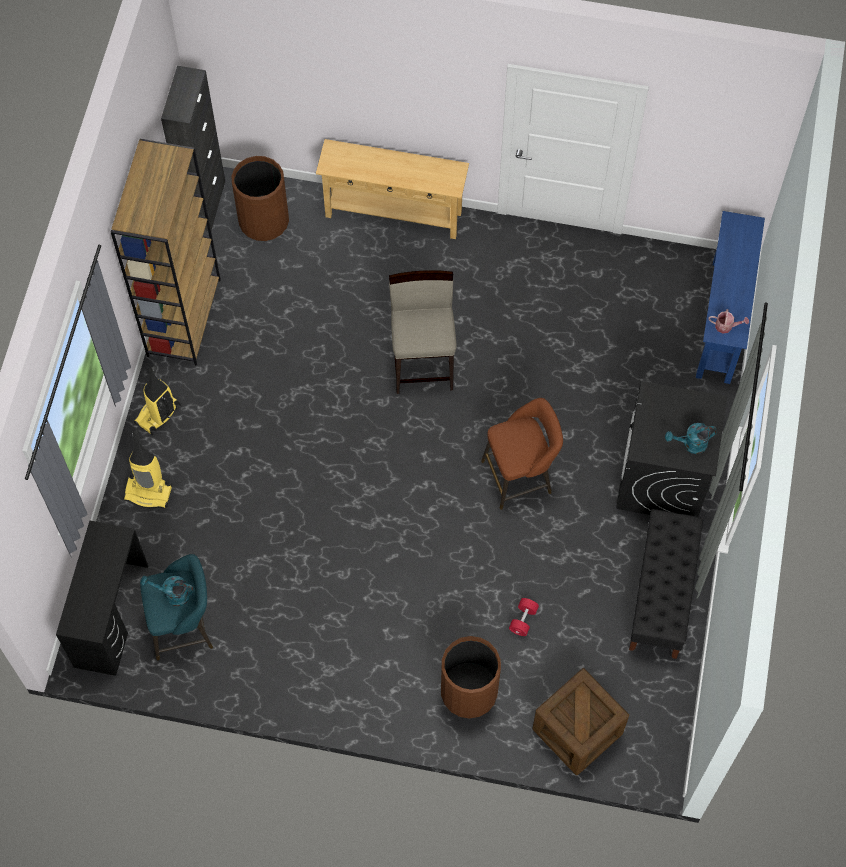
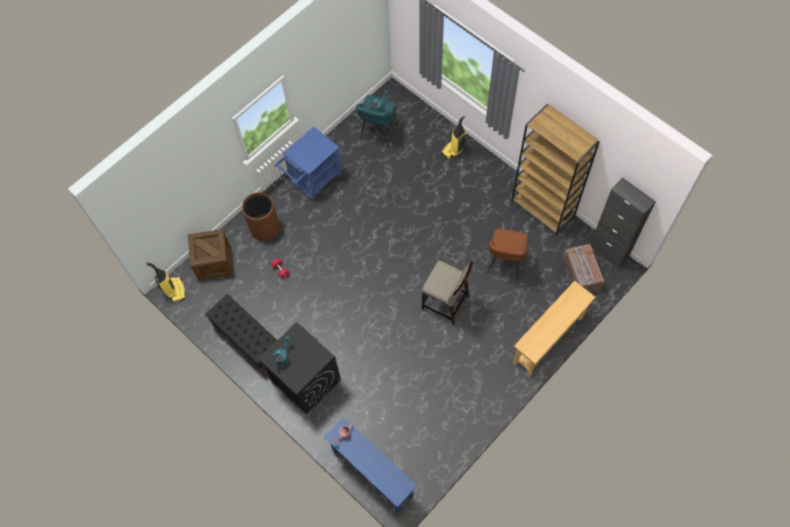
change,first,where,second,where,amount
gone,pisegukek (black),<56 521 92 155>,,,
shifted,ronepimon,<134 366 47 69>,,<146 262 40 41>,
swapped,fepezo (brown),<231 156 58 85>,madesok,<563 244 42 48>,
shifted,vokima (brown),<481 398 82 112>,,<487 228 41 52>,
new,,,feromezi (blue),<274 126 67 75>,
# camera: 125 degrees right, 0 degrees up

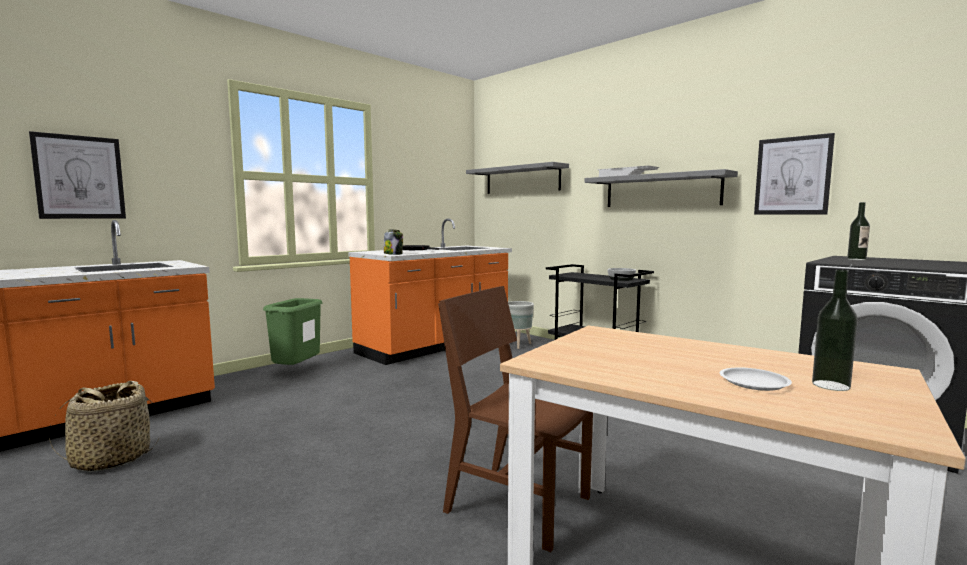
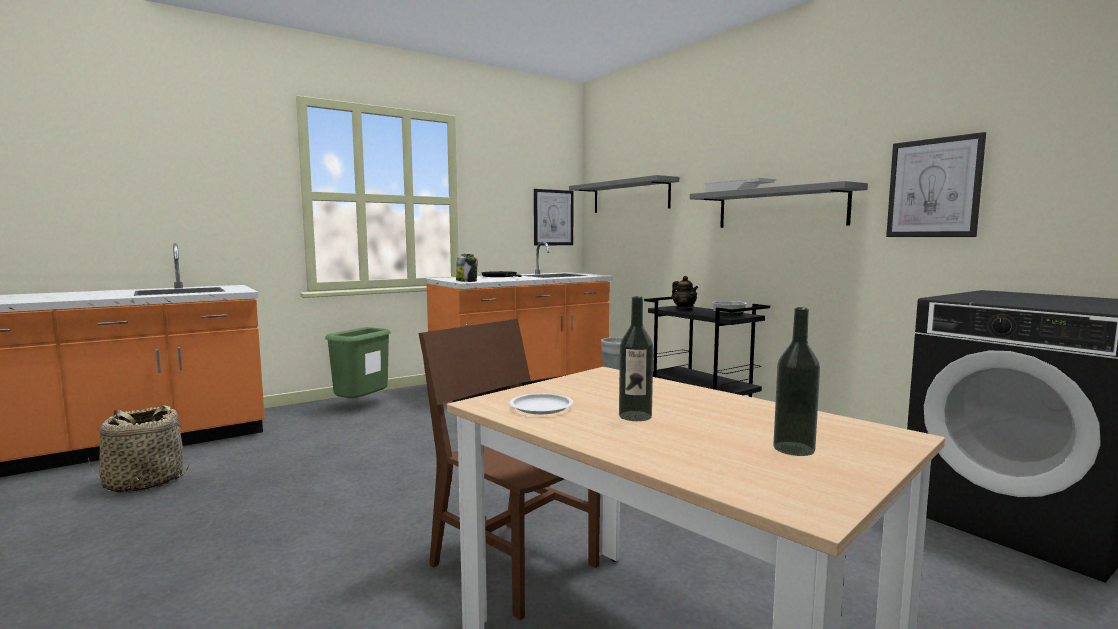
change,first,where,second,where,amount
shifted,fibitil,<29 131 97 88>,,<534 189 39 57>,
shifted,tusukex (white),<720 368 72 23>,,<510 393 63 21>,
shifted,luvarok,<847 202 23 58>,,<619 296 34 125>,
new,,,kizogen,<672 276 26 35>,
# camera: 10 degrees right, 0 degrees up

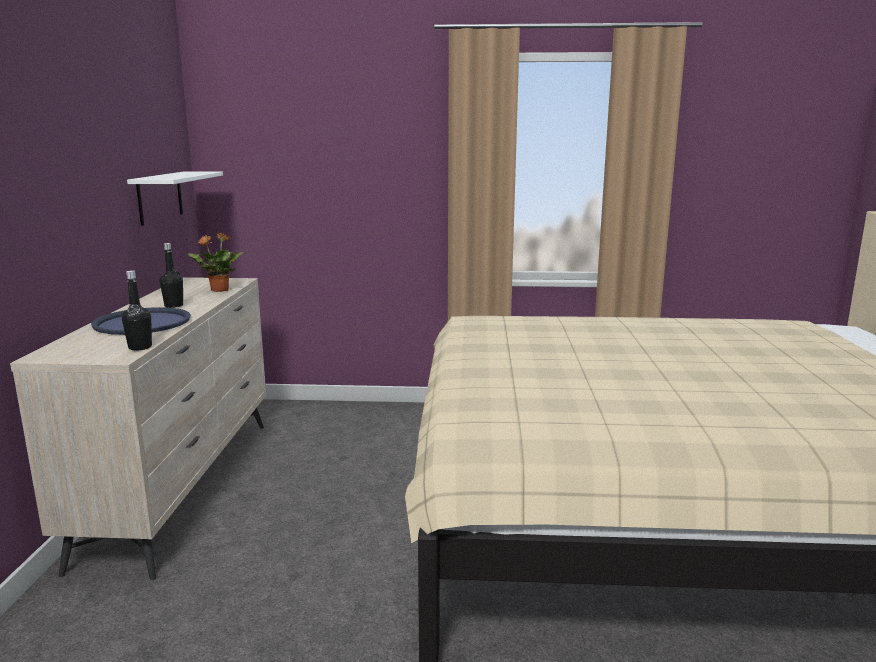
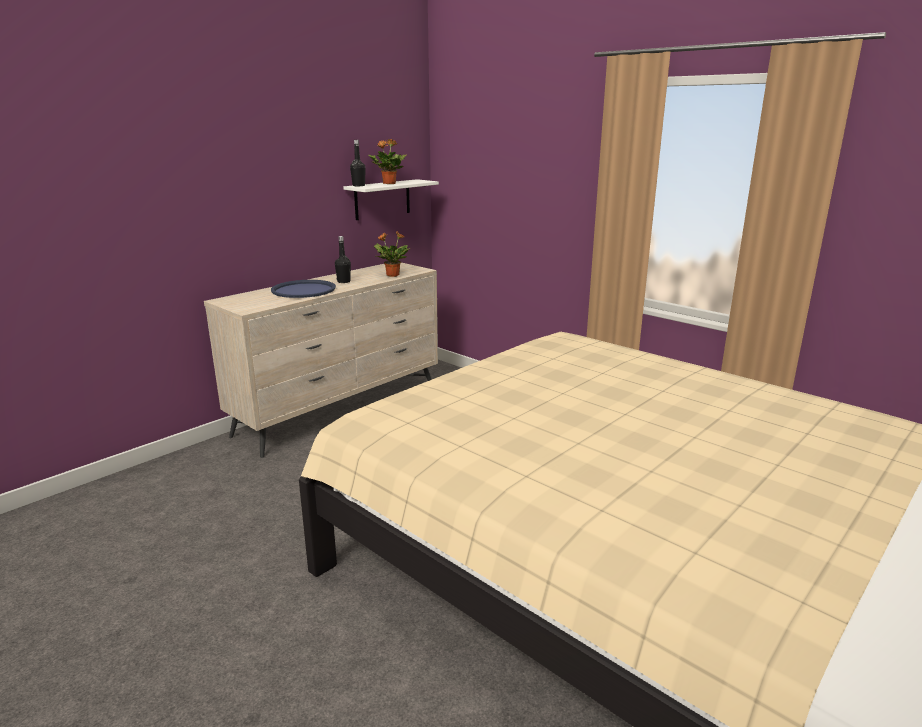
change,first,where,second,where,amount
shifted,luvarok (black),<122 270 30 80>,,<350 140 16 46>,
new,,,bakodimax,<368 139 38 45>,
# camera: 40 degrees right, 5 degrees up

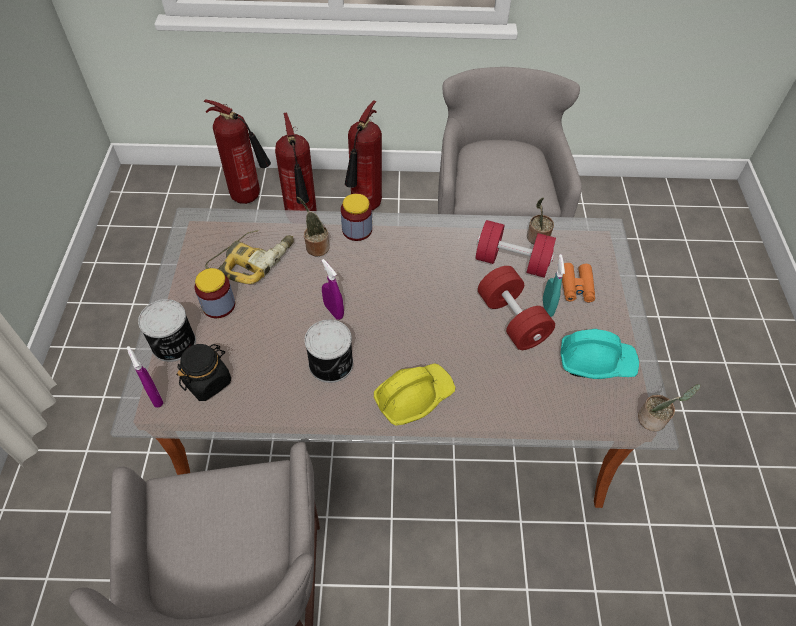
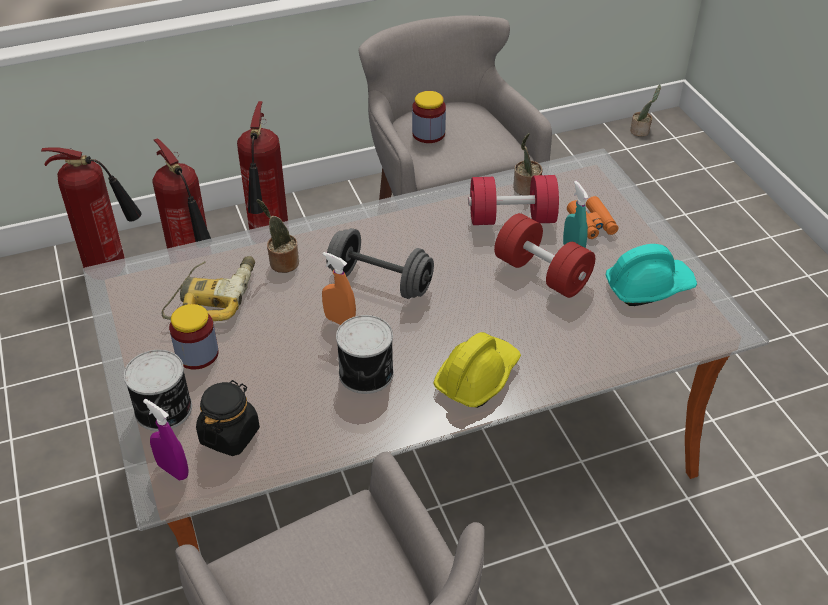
change,first,where,second,where,amount
repainted,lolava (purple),<321 259 23 61>,lolava (orange),<322 252 34 73>,
shifted,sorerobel,<341 194 31 47>,,<412 91 34 52>,
shifted,bakodimax,<638 384 62 47>,,<630 85 31 52>,
new,,,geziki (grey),<326 228 108 71>,
# camera: 20 degrees left, 10 degrees down

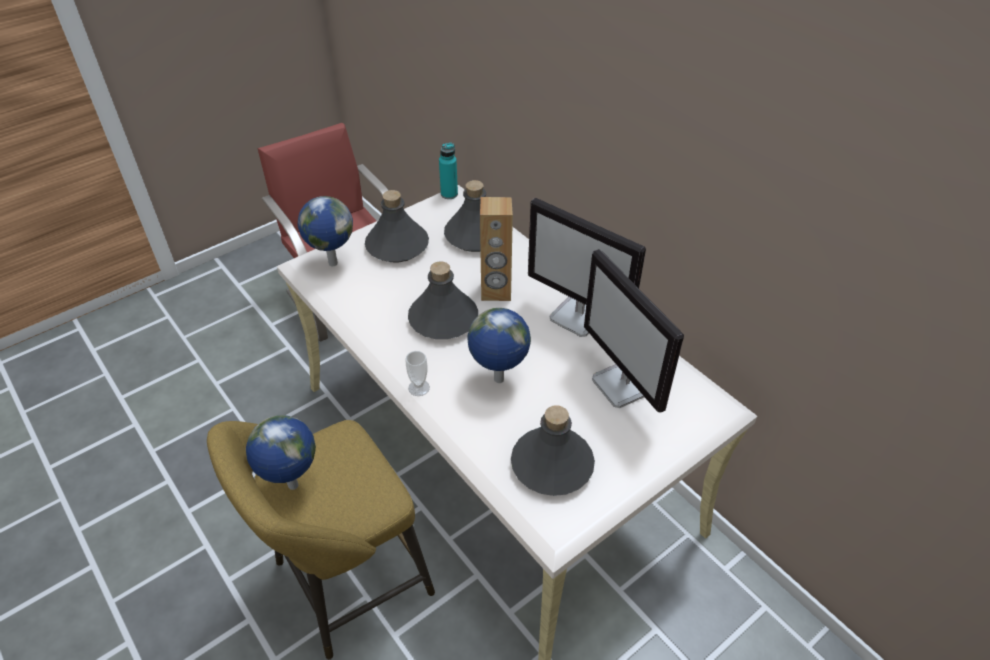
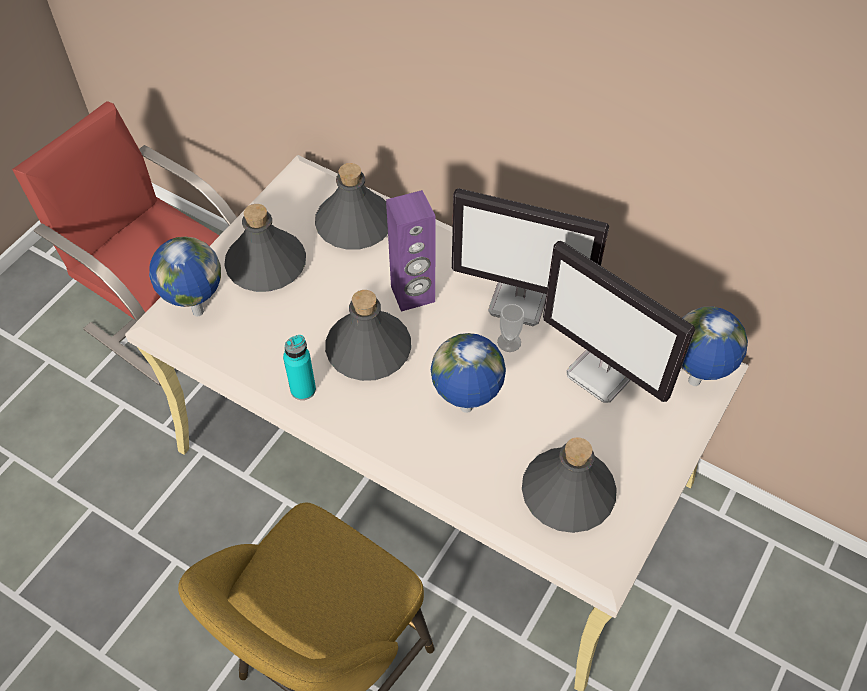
change,first,where,second,where,amount
shifted,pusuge,<246 415 70 75>,,<681 307 67 79>,
shifted,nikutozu,<405 351 25 45>,,<497 304 27 48>,
shifted,luvarok (turquoise),<439 143 19 56>,,<283 335 33 65>,
repainted,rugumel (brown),<480 197 33 104>,rugumel (purple),<386 190 49 122>,
# camera: 20 degrees left, 10 degrees up

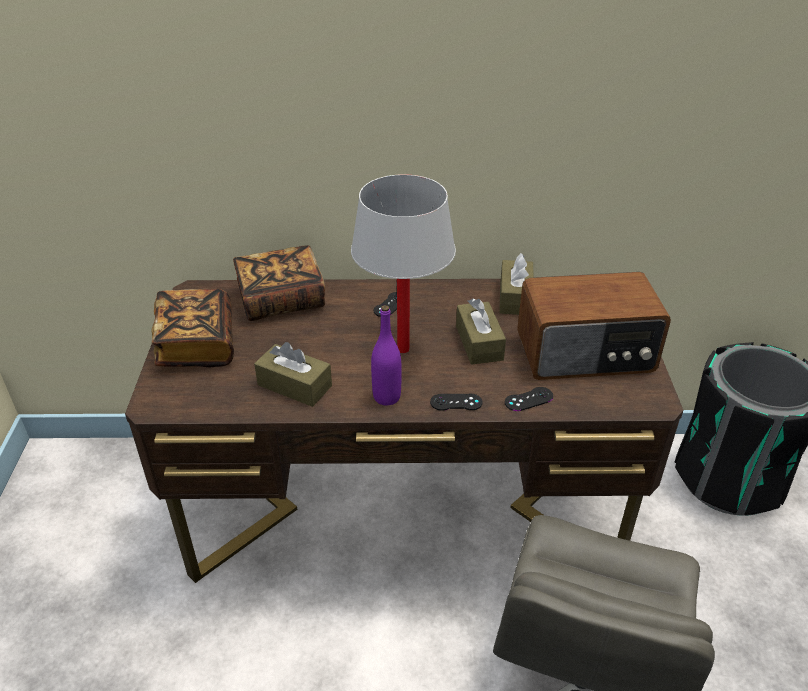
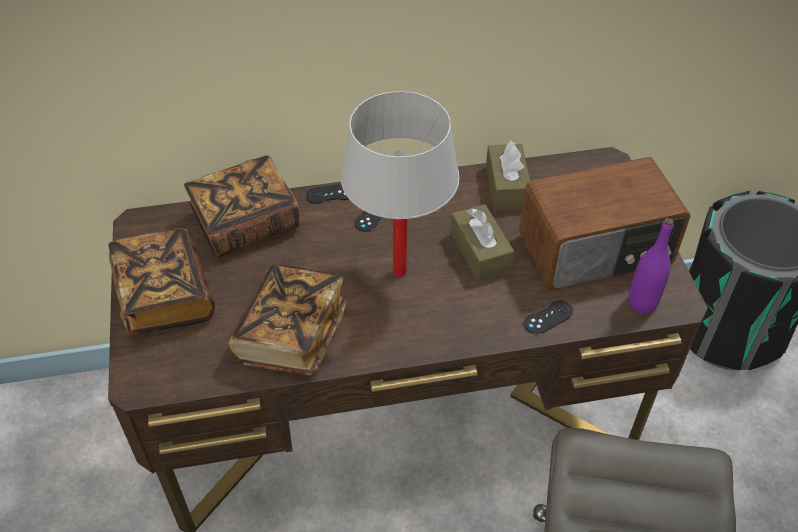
change,first,where,second,where,amount
swapped,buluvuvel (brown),<254 342 78 65>,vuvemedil,<228 264 119 112>,
shifted,luvarok (purple),<371 305 31 100>,,<628 218 46 96>,
shifted,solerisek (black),<430 394 53 17>,,<306 184 43 20>,
# camera: 10 degrees left, 10 degrees up

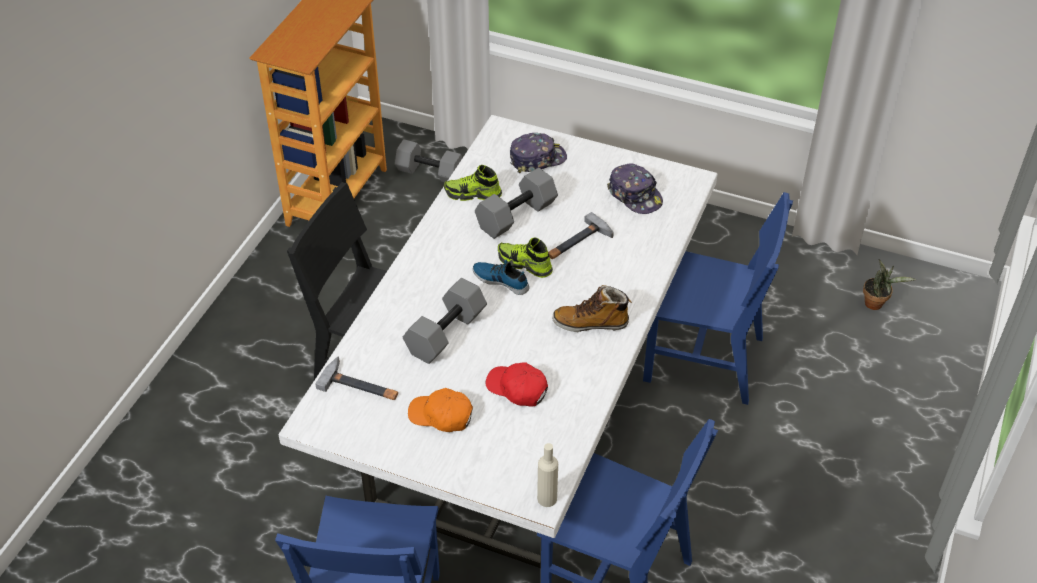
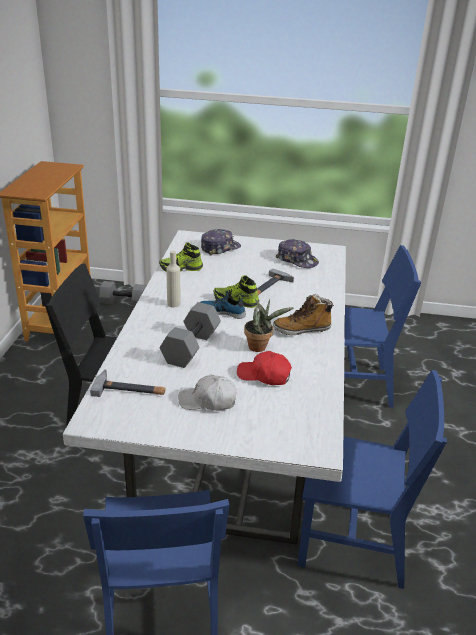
change,first,where,second,where,amount
repainted,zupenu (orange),<408 388 65 44>,zupenu (white),<178 374 59 37>,
gone,geziki (grey),<475 168 83 71>,,,
shifted,luvarok (beige),<537 443 21 64>,,<166 251 15 57>,
shifted,bakodimax,<863 259 53 51>,,<244 299 50 53>,
# camera: 15 degrees left, 15 degrees down

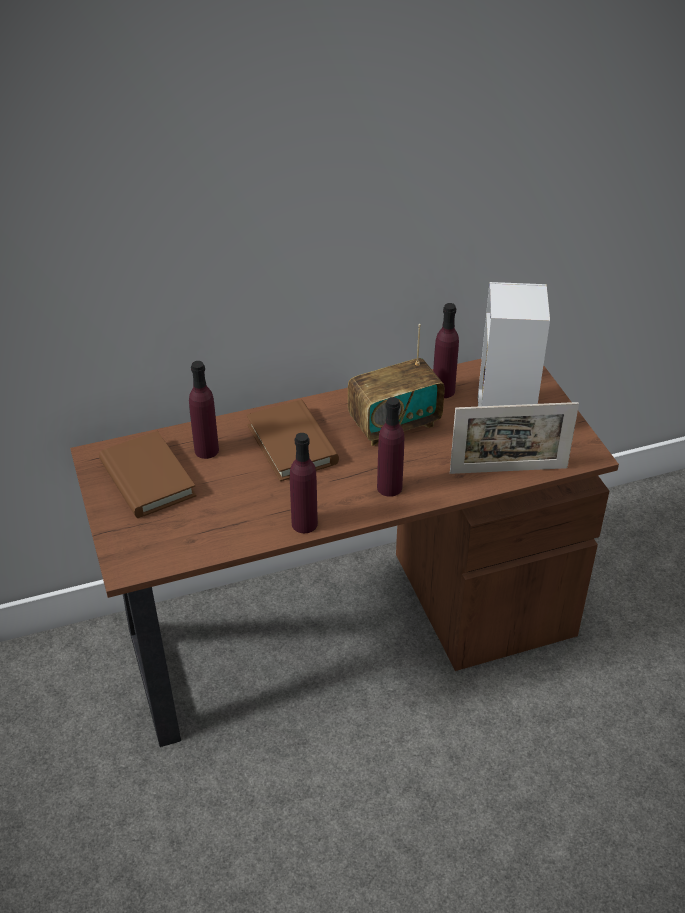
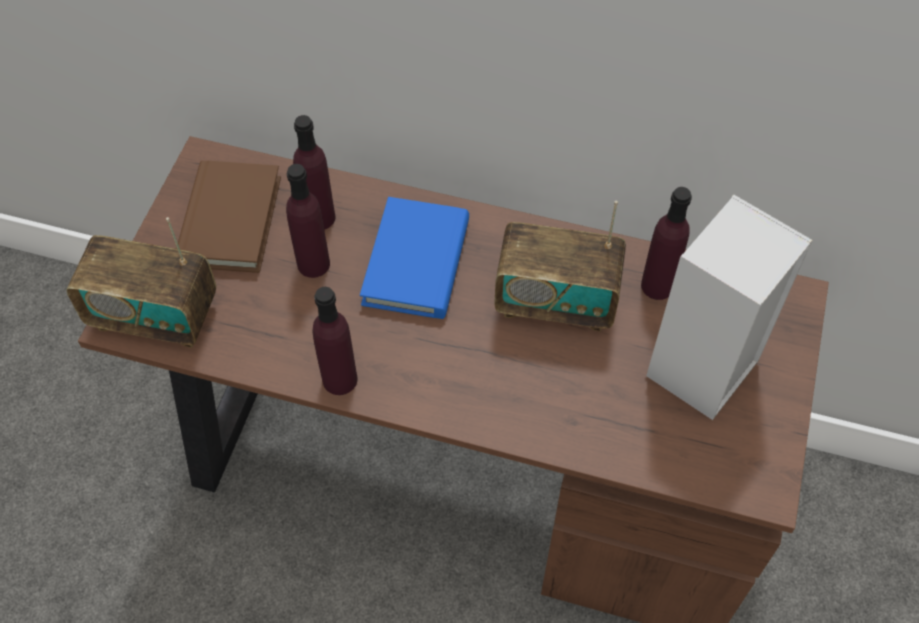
change,first,where,second,where,amount
repainted,vuvemedil (brown),<247 400 92 81>,vuvemedil (blue),<360 197 109 122>,
shifted,luvarok (purple),<377 397 27 100>,,<286 164 44 114>,
gone,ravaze,<450 402 129 72>,,,
new,,,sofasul,<67 217 149 131>,
# camera: 35 degrees right, 15 degrees up

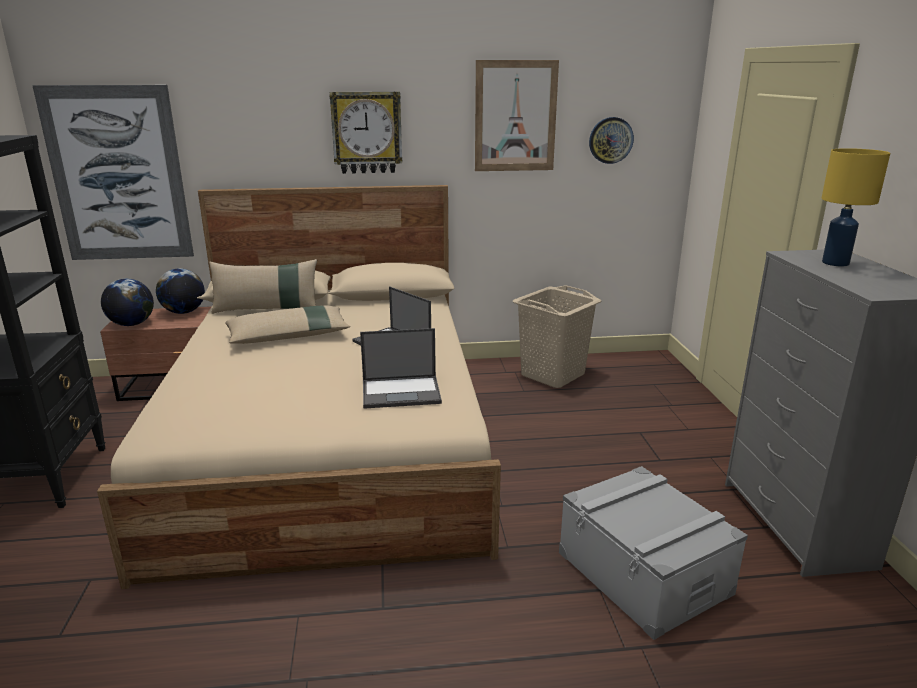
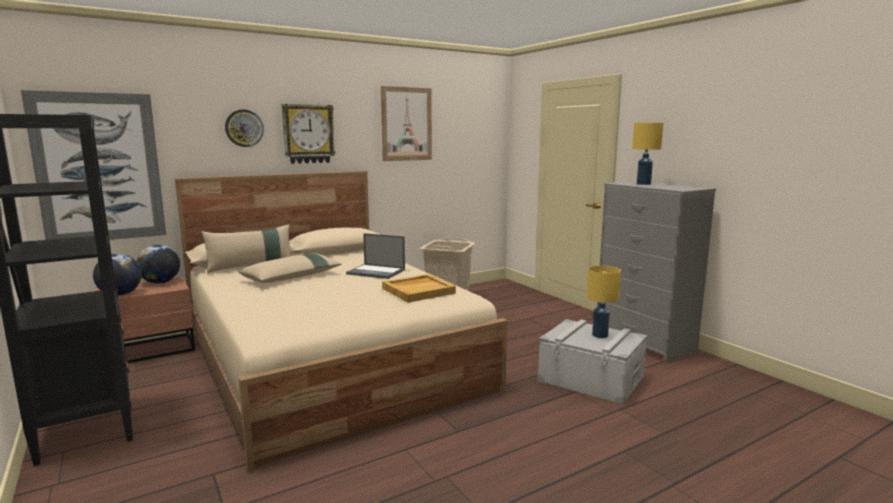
change,first,where,second,where,amount
swapped,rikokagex,<360 328 82 81>,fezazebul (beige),<382 274 74 29>,
shifted,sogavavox,<589 117 45 47>,,<225 110 39 37>,
new,,,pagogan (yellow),<587 266 34 72>,
# camera: 25 degrees left, 10 degrees down

